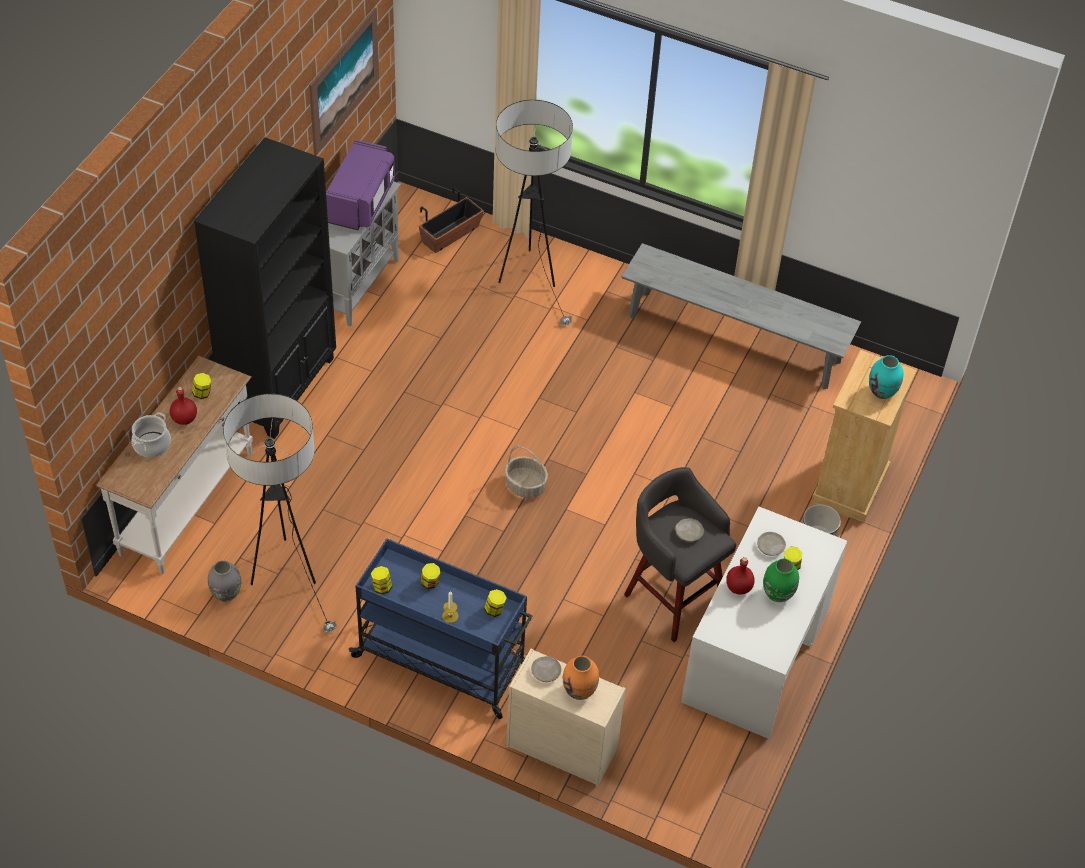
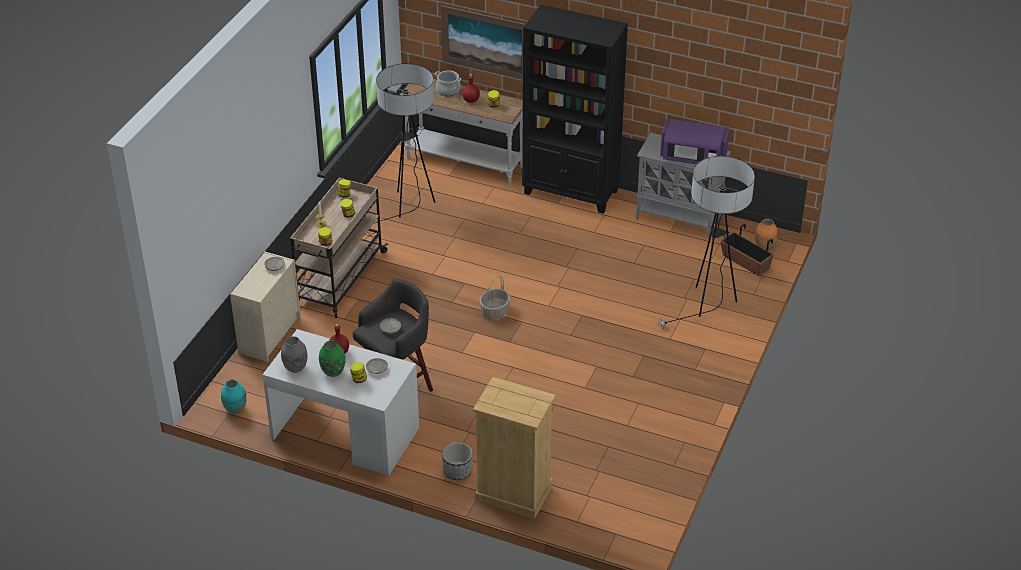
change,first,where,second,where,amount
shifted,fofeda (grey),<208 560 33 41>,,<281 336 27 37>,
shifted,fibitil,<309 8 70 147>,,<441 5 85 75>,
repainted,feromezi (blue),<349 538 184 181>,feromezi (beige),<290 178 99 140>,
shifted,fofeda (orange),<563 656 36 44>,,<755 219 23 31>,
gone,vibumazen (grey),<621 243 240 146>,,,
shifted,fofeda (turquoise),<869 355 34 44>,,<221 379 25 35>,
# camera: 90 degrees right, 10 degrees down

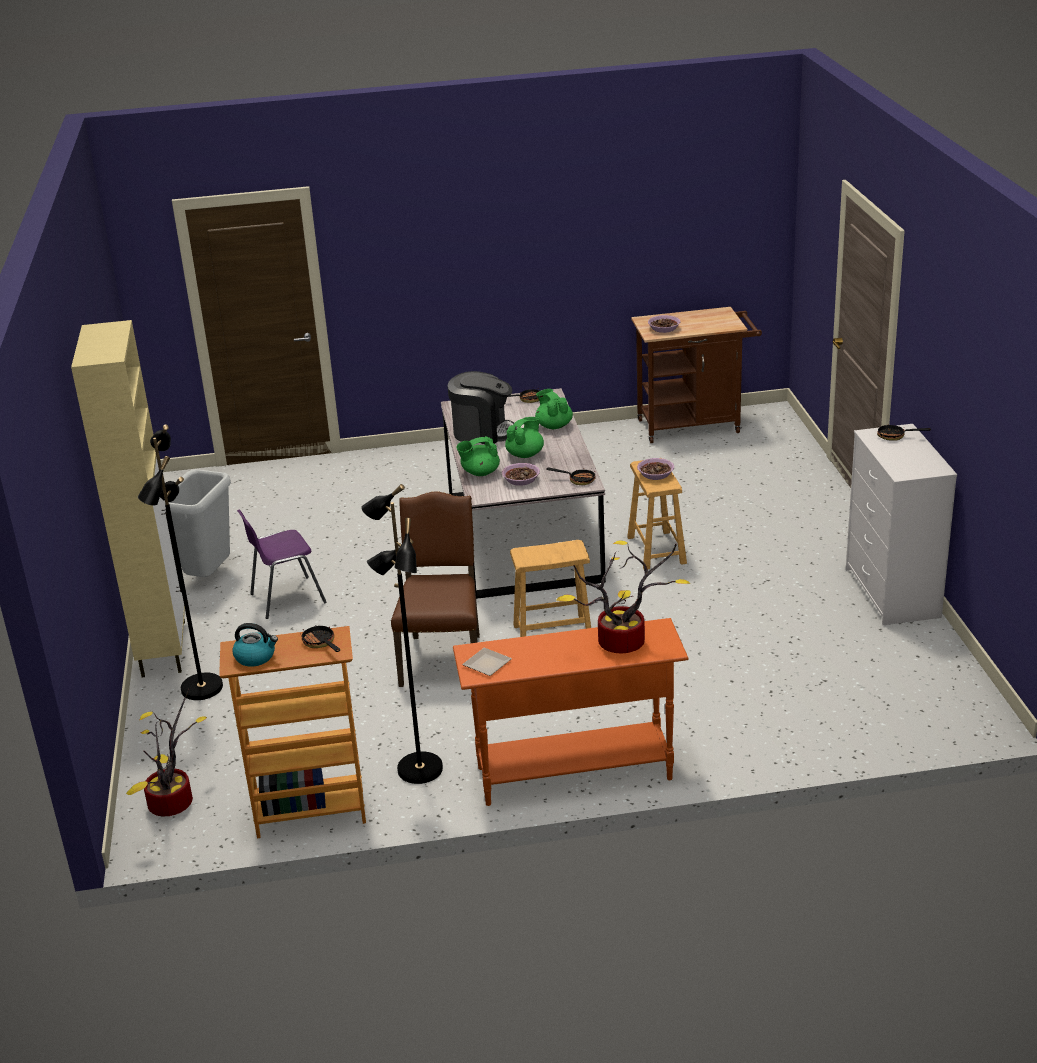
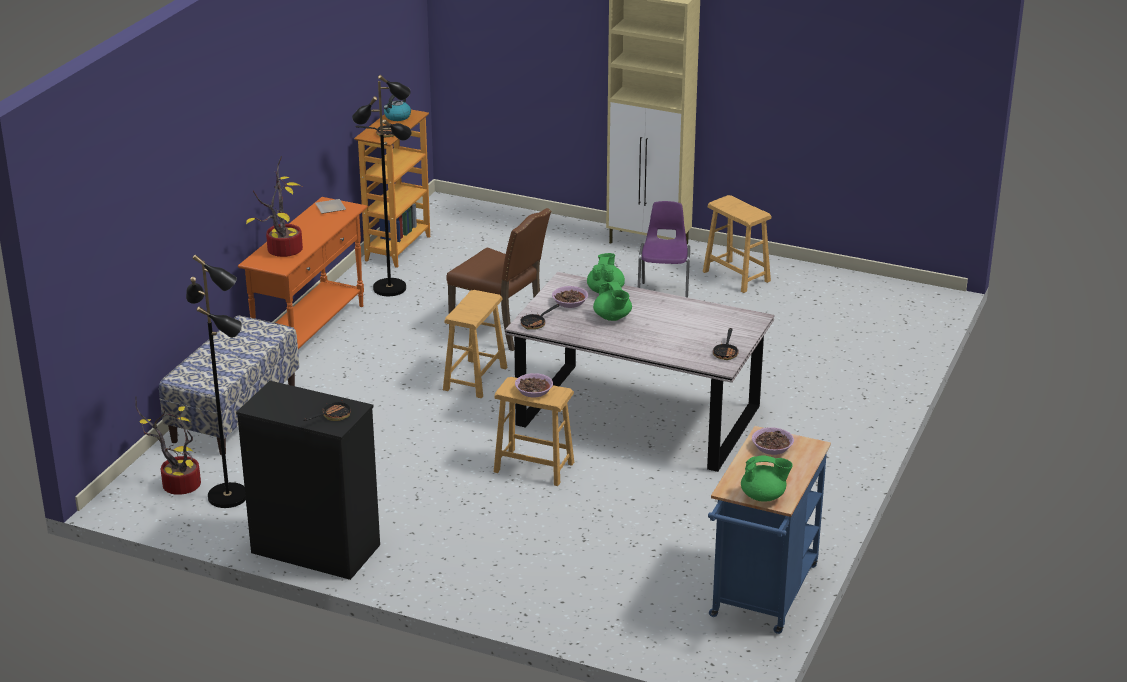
change,first,where,second,where,amount
shifted,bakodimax,<126 689 81 127>,,<136 396 65 99>,
shifted,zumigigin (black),<138 424 85 276>,,<186 254 60 254>,
swapped,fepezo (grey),<168 469 63 108>,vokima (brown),<703 195 68 98>,
gone,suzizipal,<447 371 70 73>,,,
shifted,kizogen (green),<535 389 38 40>,,<741 456 52 46>,
repainted,feromezi (brown),<631 307 131 136>,feromezi (blue),<708 426 123 208>,
repainted,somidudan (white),<846 424 111 201>,somidudan (black),<236 381 144 199>,
new,,,vibumazen,<159 315 140 140>,
# camera: 120 degrees right, 0 degrees up

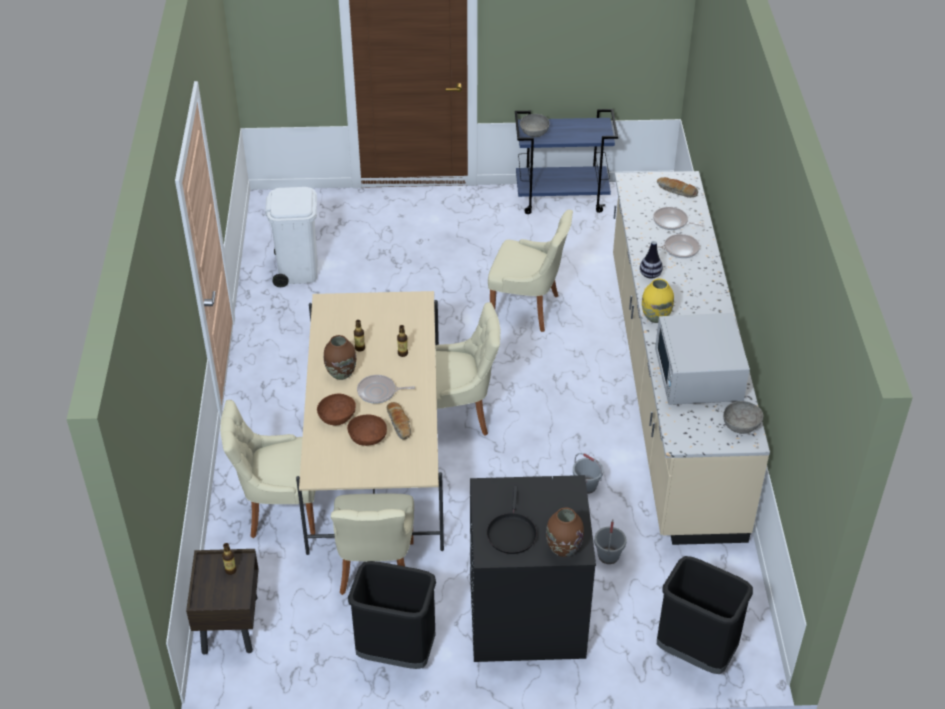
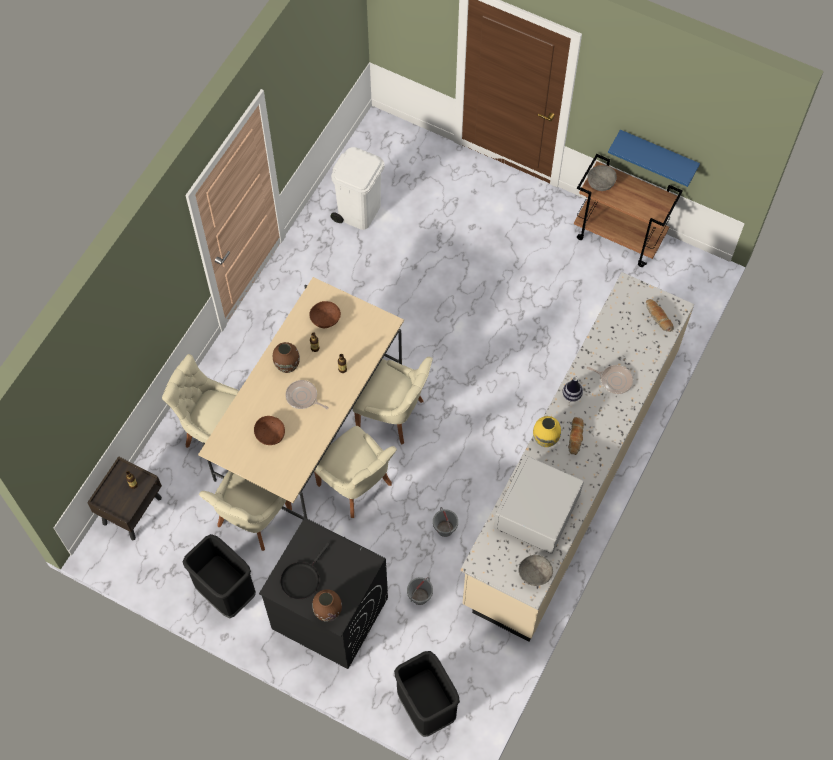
change,first,where,second,where,amount
shifted,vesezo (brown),<317 394 39 31>,,<309 301 32 27>,
shifted,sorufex,<387 402 24 38>,,<568 417 16 38>,
shifted,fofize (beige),<488 210 85 122>,,<314 426 83 92>,
repainted,feromezi (blue),<515 109 103 105>,feromezi (brown),<574 154 109 113>,
gone,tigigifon,<653 207 51 23>,,,
new,,,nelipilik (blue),<608 130 92 57>,
# camera: 30 degrees right, 20 degrees up

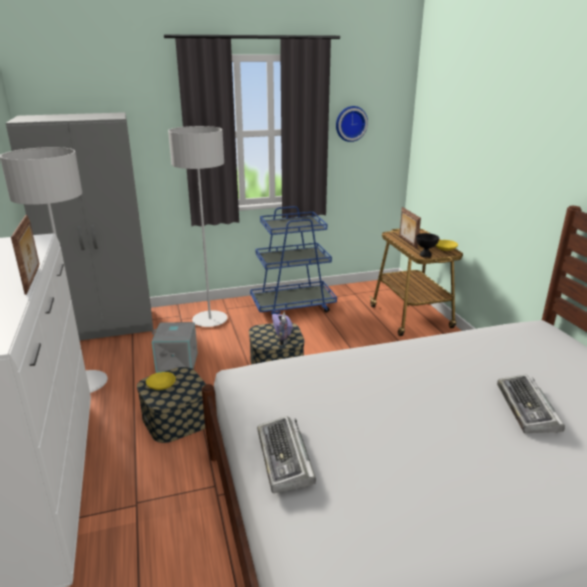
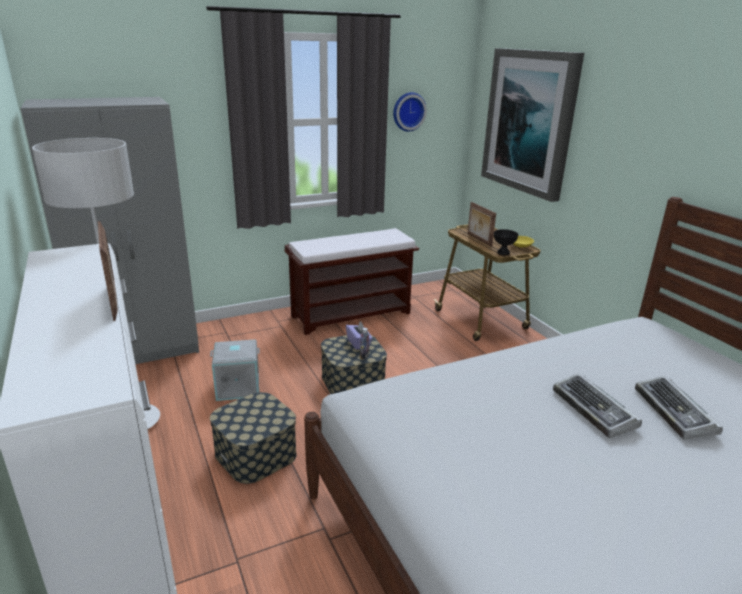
change,first,where,second,where,amount
gone,vesezo (yellow),<146 372 30 18>,,,
gone,zumigigin (grey),<168 126 60 201>,,,
swapped,feromezi (blue),<250 206 87 108>,vibumazen (brown),<284 228 135 107>,
shifted,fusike,<257 416 59 77>,,<553 373 89 65>,
new,,,fibitil,<481 48 103 154>,
# camera: 10 degrees left, 0 degrees up

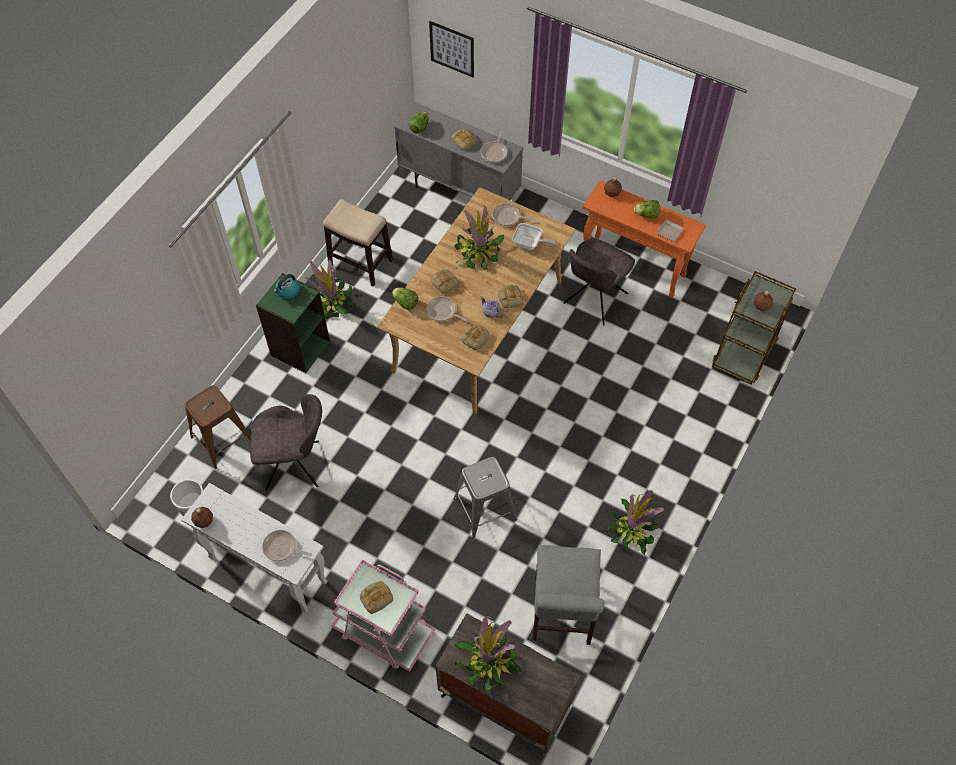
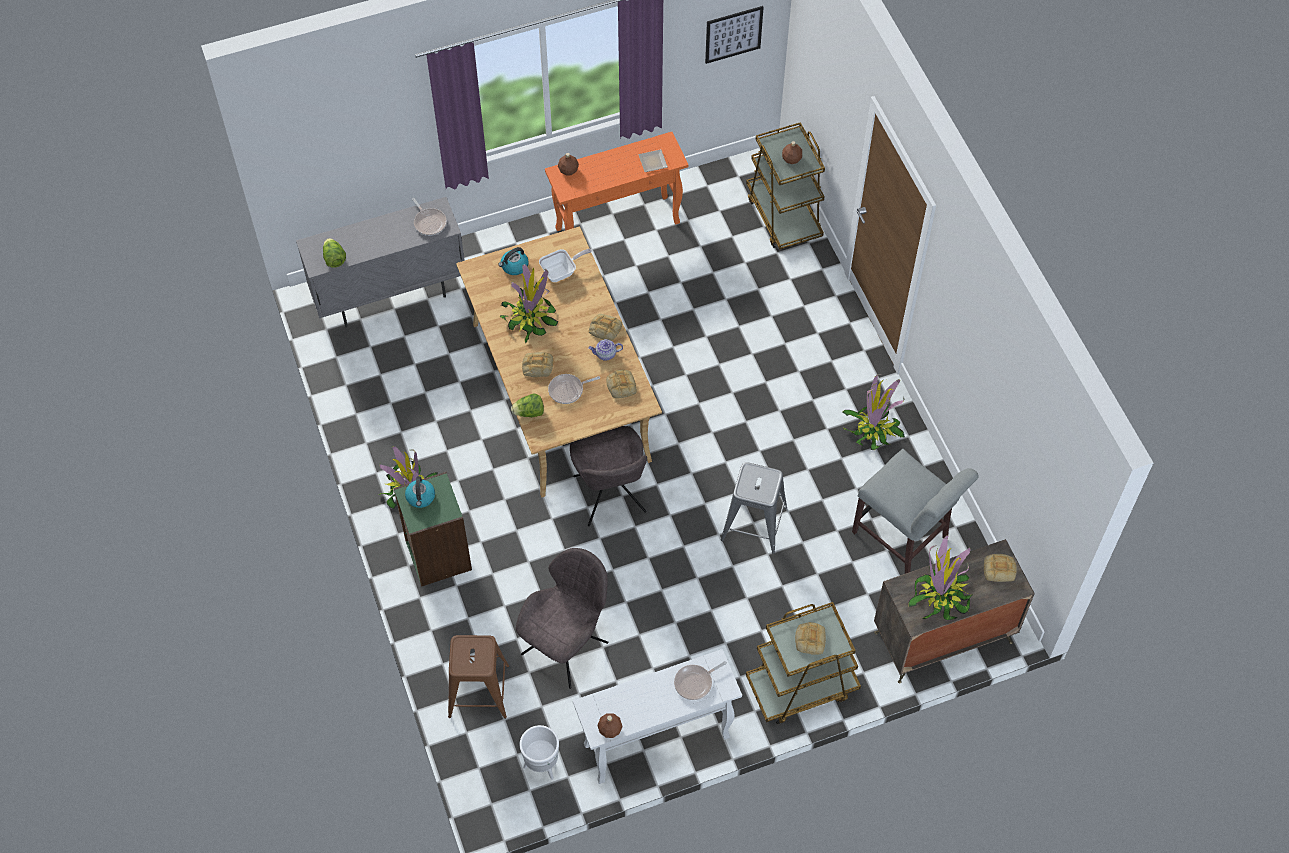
change,first,where,second,where,amount
gone,vokima,<323 199 70 88>,,,
repainted,feromezi (pink),<332 560 103 112>,feromezi (brown),<746 602 115 122>,
shifted,fibitil,<429 21 45 56>,,<705 6 59 58>,
shifted,sorufex,<451 129 27 22>,,<984 554 33 28>,
swapped,tigigifon,<492 203 43 23>,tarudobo,<499 247 30 28>,
shifted,fofize (grey),<564 238 71 87>,,<570 426 77 100>,
gone,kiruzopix,<634 200 26 18>,,,
# camera: 50 degrees left, 0 degrees up

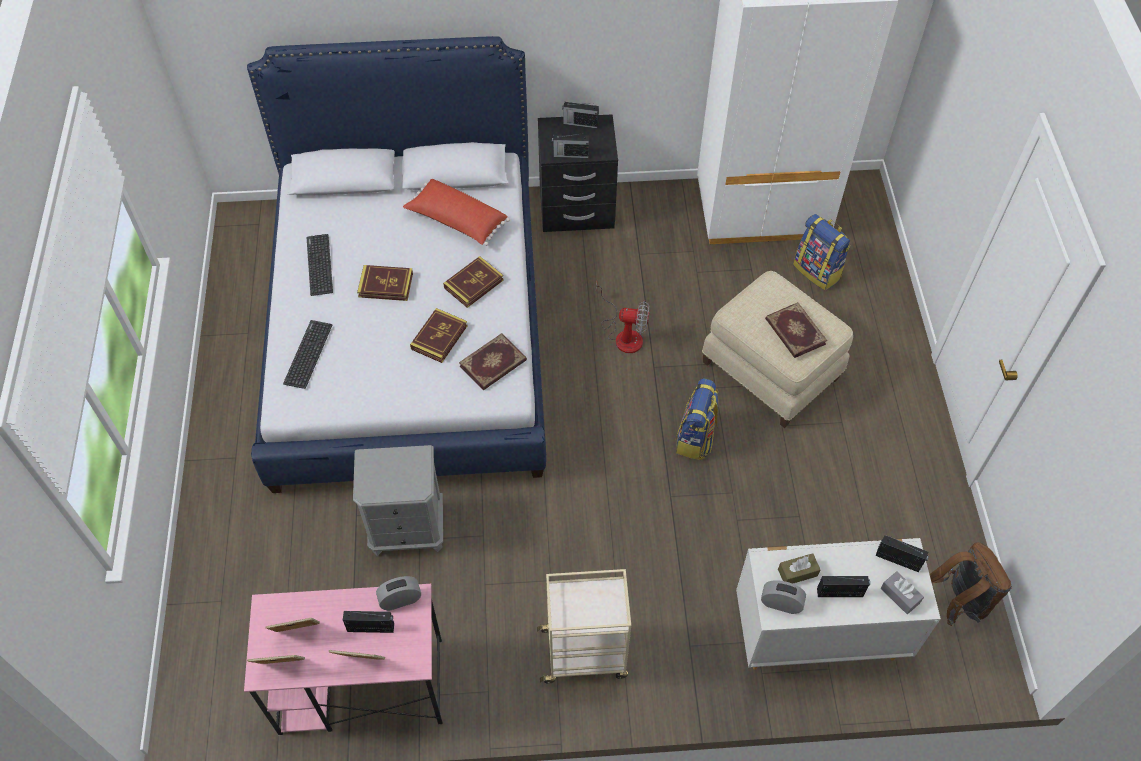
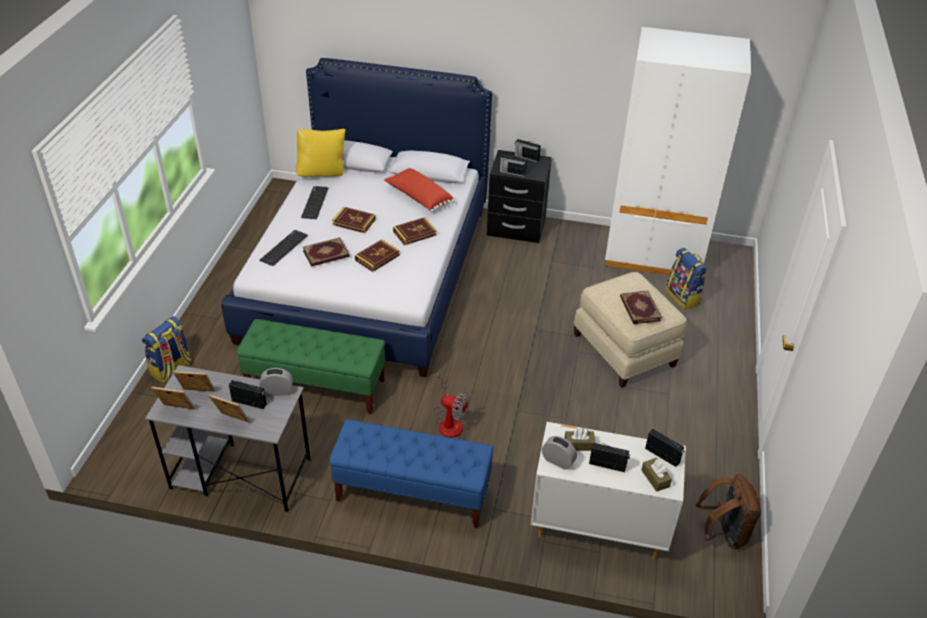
change,first,where,second,where,amount
repainted,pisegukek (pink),<244 584 199 151>,pisegukek (grey),<145 365 166 147>,
swapped,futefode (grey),<353 445 90 111>,vibumazen (green),<237 319 149 95>,
shifted,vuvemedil,<459 333 68 57>,,<303 237 47 30>,
swapped,feromezi (beige),<537 569 94 114>,vibumazen (blue),<329 419 164 109>,
shifted,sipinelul,<596 282 53 71>,,<433 372 36 66>,
shifted,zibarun,<676 378 42 82>,,<142 316 50 67>,
repainted,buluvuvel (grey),<881 571 43 43>,buluvuvel (brown),<641 458 31 34>,
new,,,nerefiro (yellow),<296 129 50 48>,
# camera: 15 degrees right, 15 degrees down

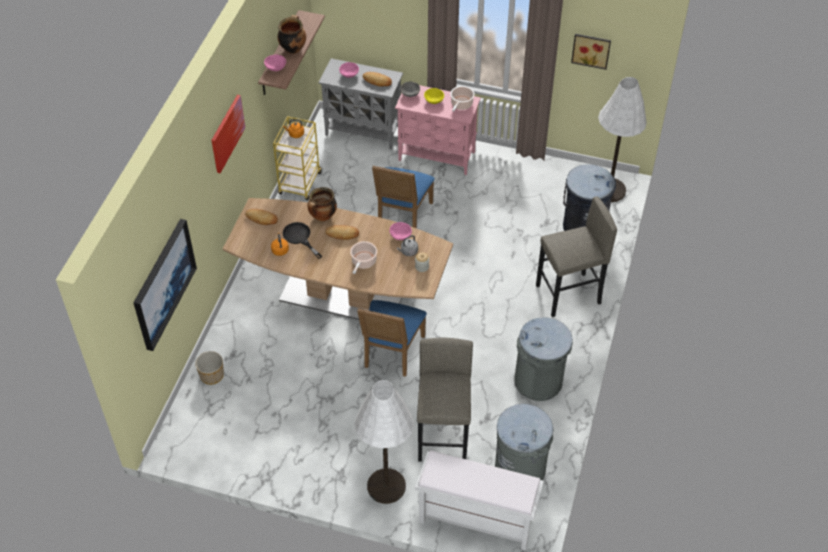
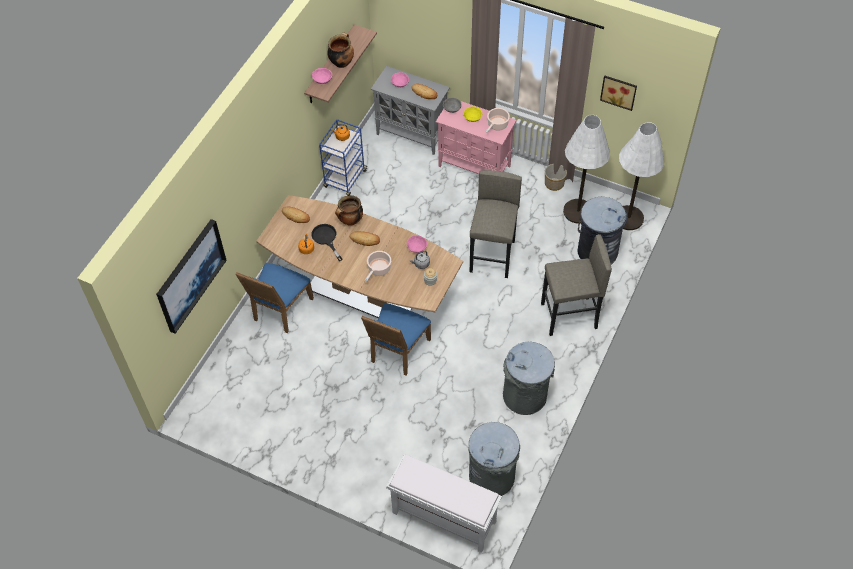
change,first,where,second,where,amount
shifted,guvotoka,<195 351 29 34>,,<545 164 22 27>,
gone,fibitil,<211 95 34 78>,,,
repainted,feromezi (yellow),<273 116 49 84>,feromezi (blue),<319 119 49 77>,
shifted,zumigigin (white),<355 380 59 124>,,<563 115 47 109>,
shifted,fofize (blue),<372 166 63 62>,,<235 263 79 70>,
shifted,vokima (grey),<417 338 56 124>,,<470 170 52 108>,
# camera: 10 degrees right, 5 degrees up

